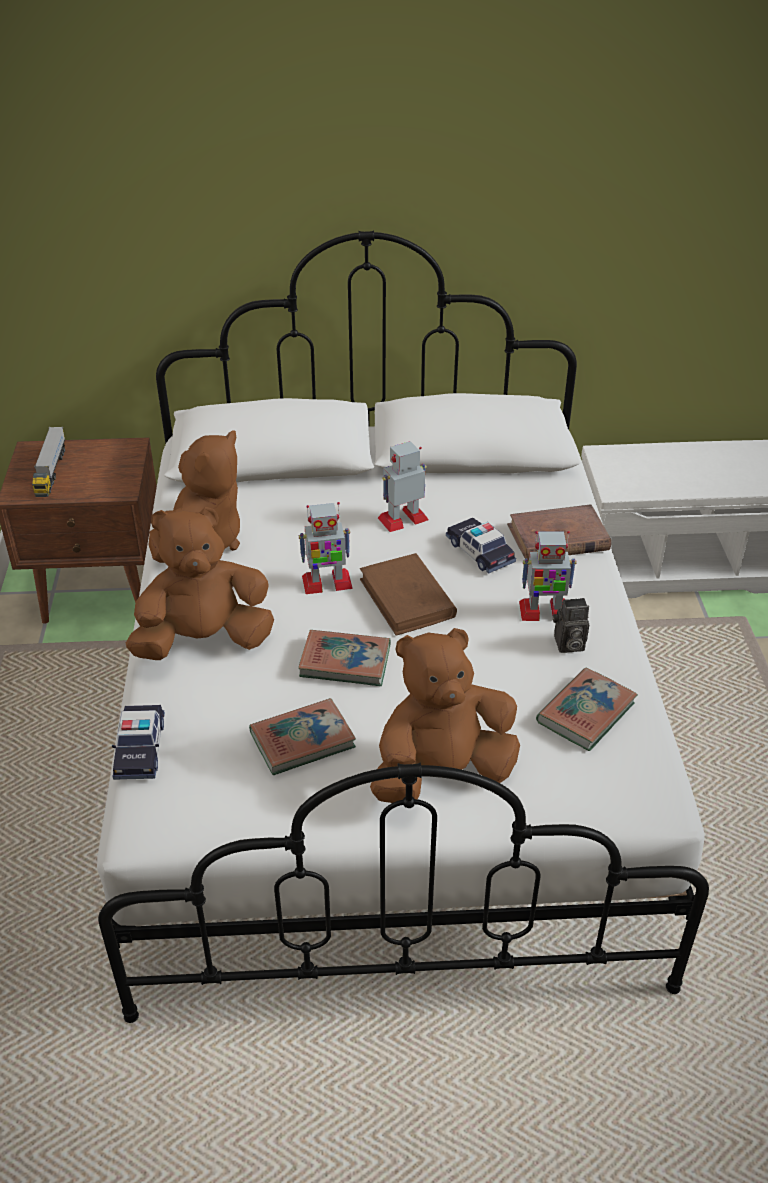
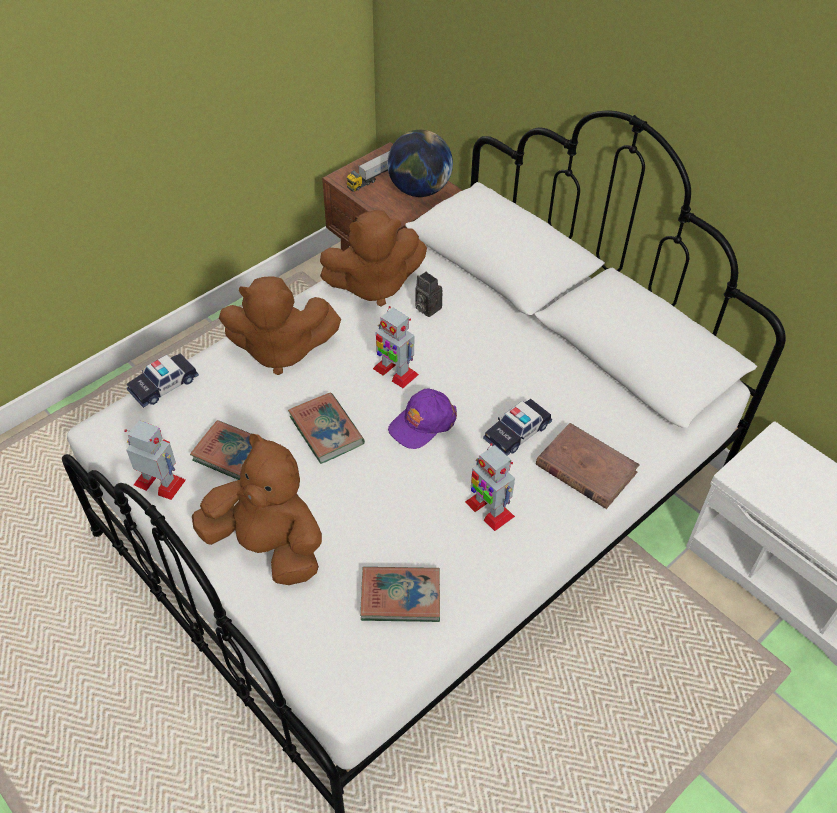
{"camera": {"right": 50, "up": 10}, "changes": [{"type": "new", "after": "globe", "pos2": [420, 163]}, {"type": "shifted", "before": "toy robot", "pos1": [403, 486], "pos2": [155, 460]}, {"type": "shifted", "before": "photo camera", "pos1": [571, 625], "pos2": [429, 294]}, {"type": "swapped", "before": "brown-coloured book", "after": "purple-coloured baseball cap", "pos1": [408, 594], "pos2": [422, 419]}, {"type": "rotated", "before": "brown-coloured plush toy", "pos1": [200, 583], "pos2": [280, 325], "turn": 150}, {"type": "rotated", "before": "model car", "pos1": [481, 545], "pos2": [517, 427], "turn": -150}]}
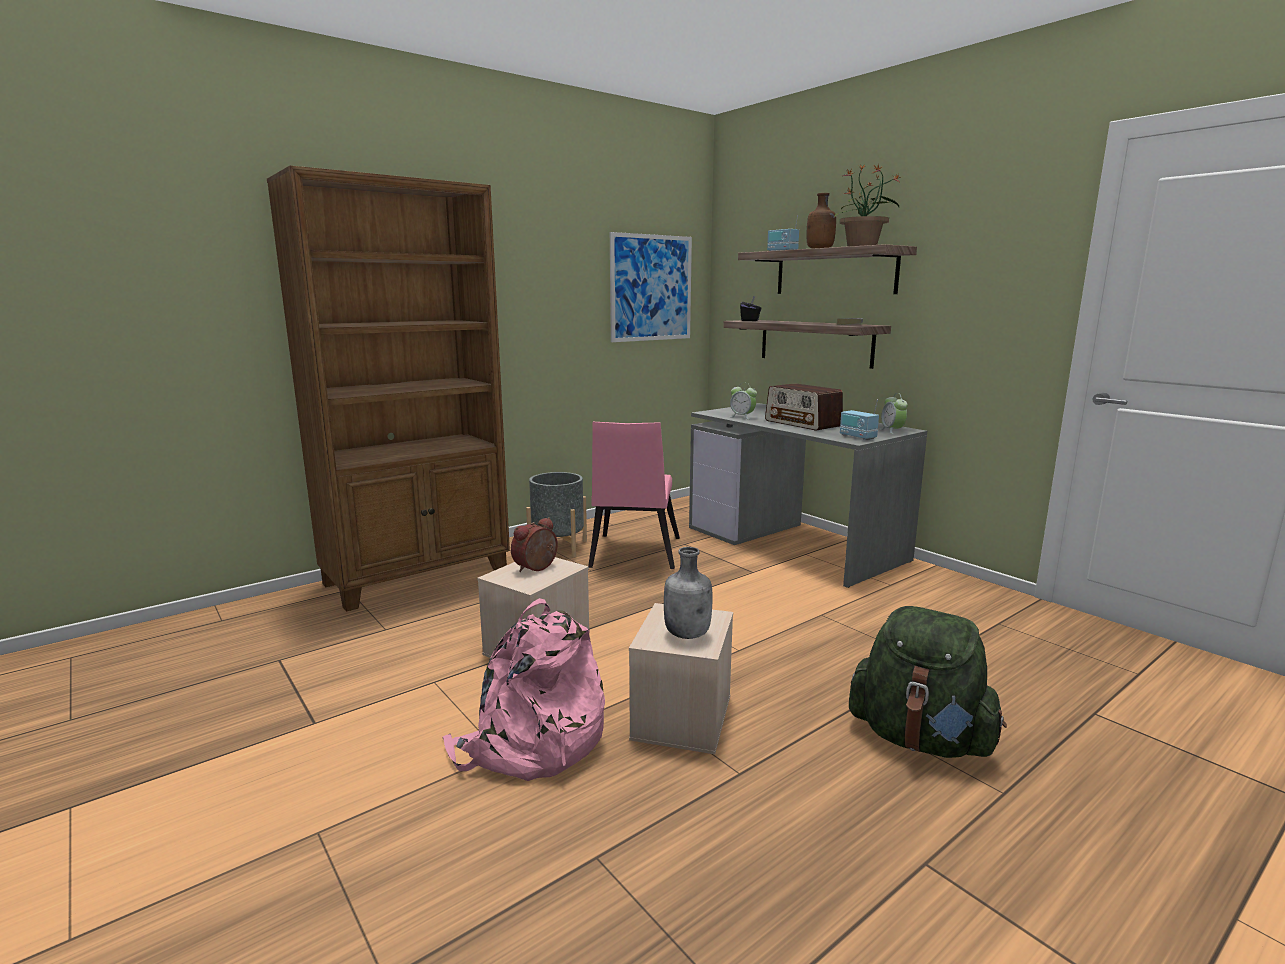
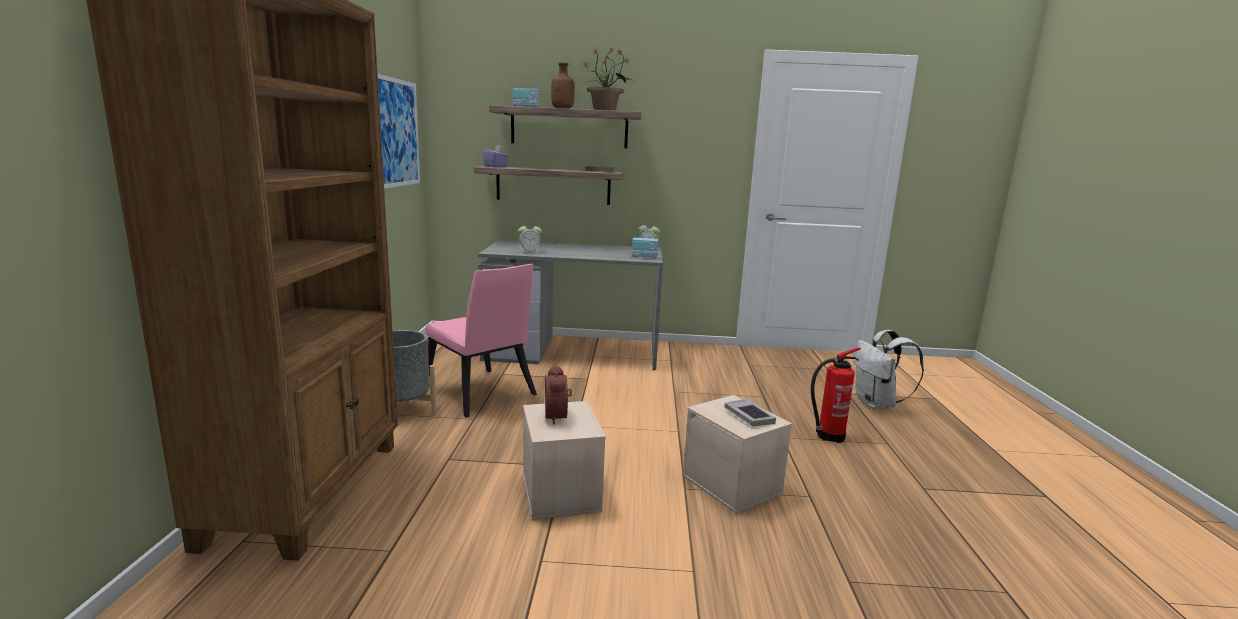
{"camera": {"right": -50, "up": 0}, "changes": [{"type": "gone", "before": "pinkish backpack", "pos1": [524, 689]}, {"type": "gone", "before": "radio set", "pos1": [804, 406]}, {"type": "new", "after": "white-coloured backpack", "pos2": [888, 369]}, {"type": "swapped", "before": "greyish drink bottle", "after": "book", "pos1": [688, 593], "pos2": [750, 412]}, {"type": "swapped", "before": "greenish backpack", "after": "extinguisher", "pos1": [928, 682], "pos2": [836, 395]}, {"type": "repainted", "before": "black tissue holder", "after": "purple-coloured tissue holder", "pos1": [751, 308], "pos2": [496, 156]}]}
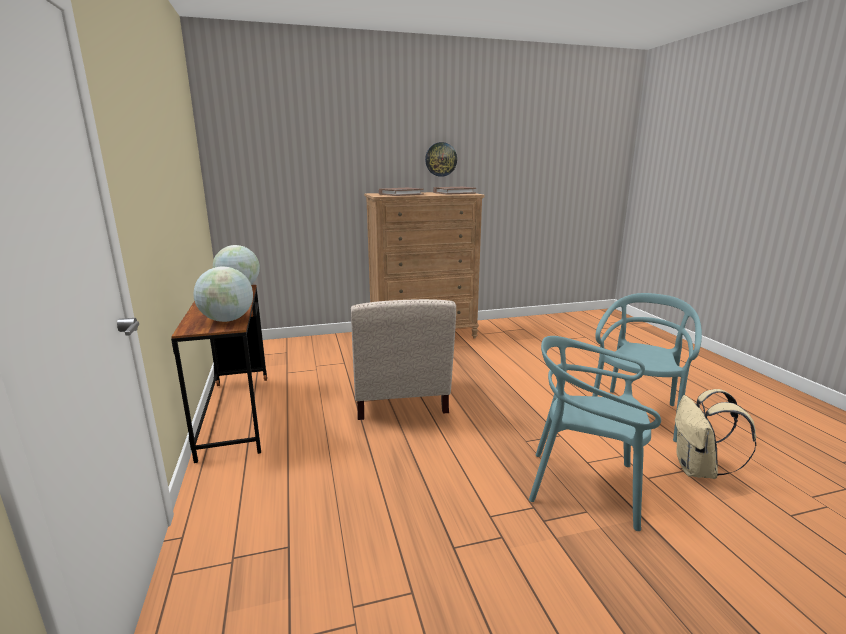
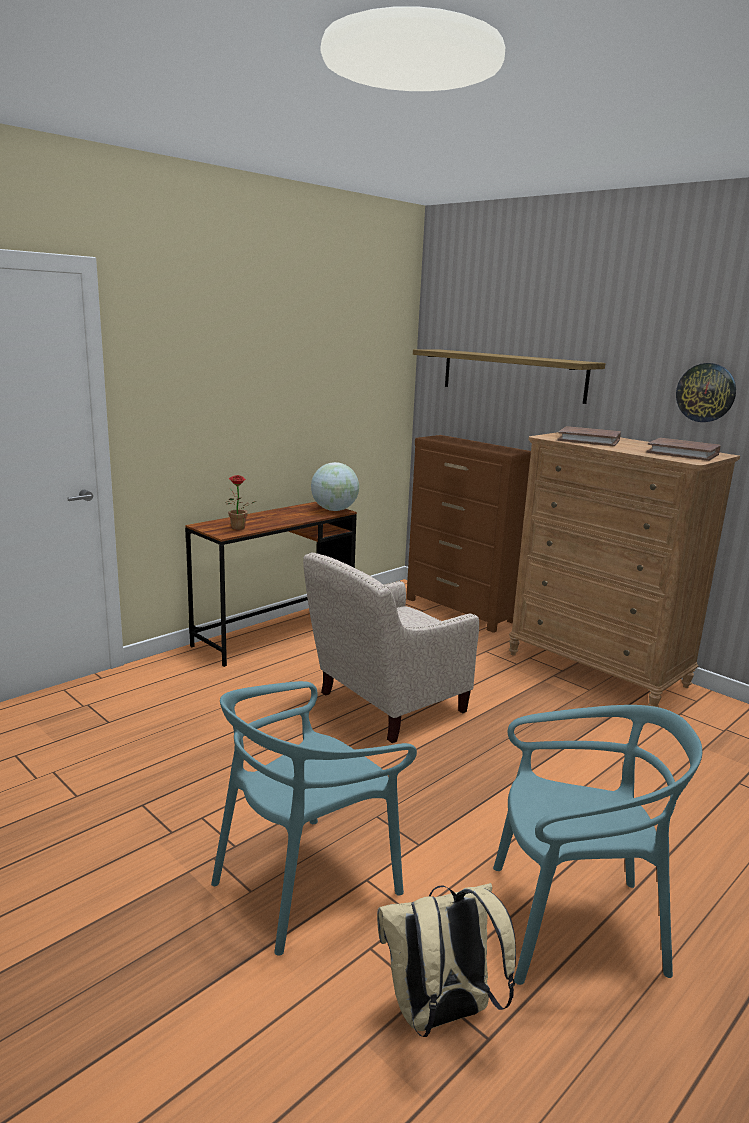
{"camera": {"right": 60, "up": 0}, "changes": [{"type": "new", "after": "brown-coloured dresser", "pos2": [468, 534]}, {"type": "new", "after": "bracket shelf", "pos2": [509, 376]}, {"type": "swapped", "before": "globe", "after": "houseplant", "pos1": [223, 294], "pos2": [240, 502]}, {"type": "rotated", "before": "turquoise-coloured upright chair", "pos1": [595, 433], "pos2": [314, 818], "turn": -120}]}
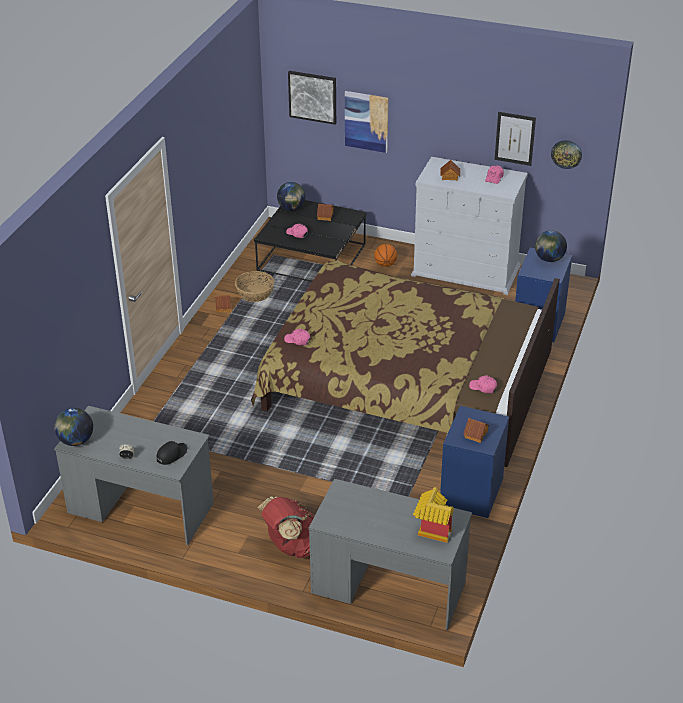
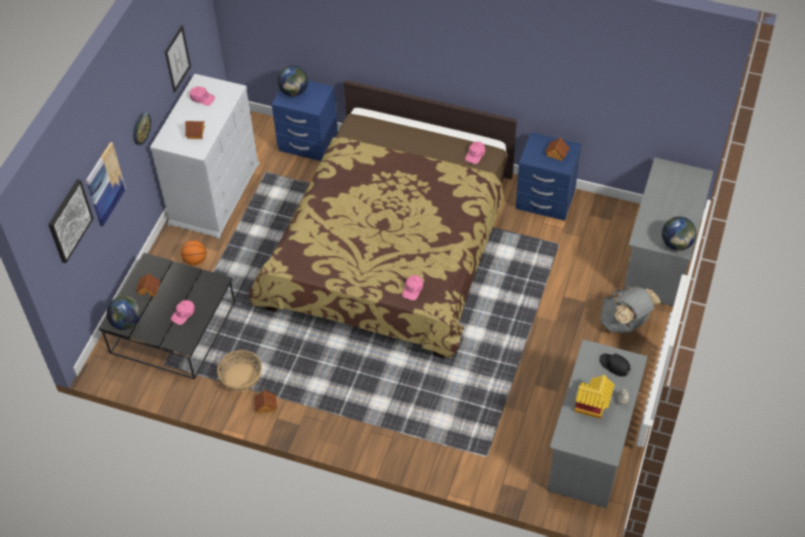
{"camera": {"right": -90, "up": 15}, "changes": [{"type": "shifted", "before": "globe", "pos1": [73, 427], "pos2": [679, 234]}, {"type": "shifted", "before": "miniature house", "pos1": [433, 515], "pos2": [594, 397]}, {"type": "shifted", "before": "wall clock", "pos1": [566, 154], "pos2": [142, 128]}, {"type": "repainted", "before": "red-coloured backpack", "after": "greyish backpack", "pos1": [285, 527], "pos2": [630, 310]}]}
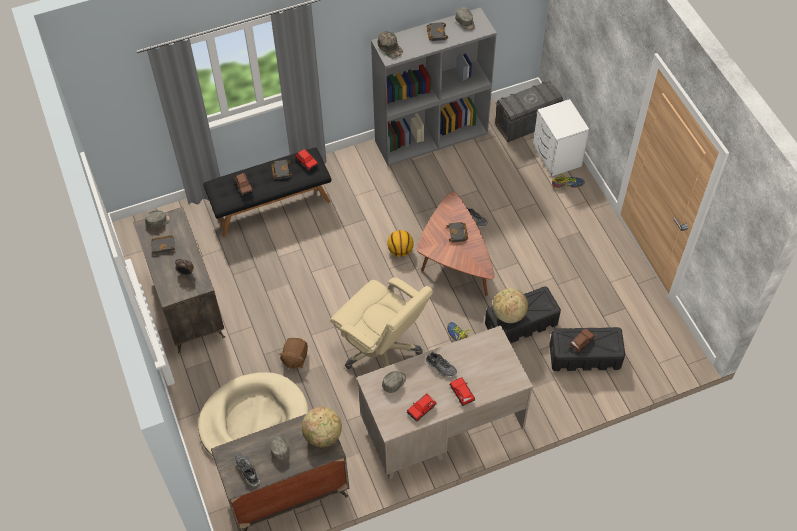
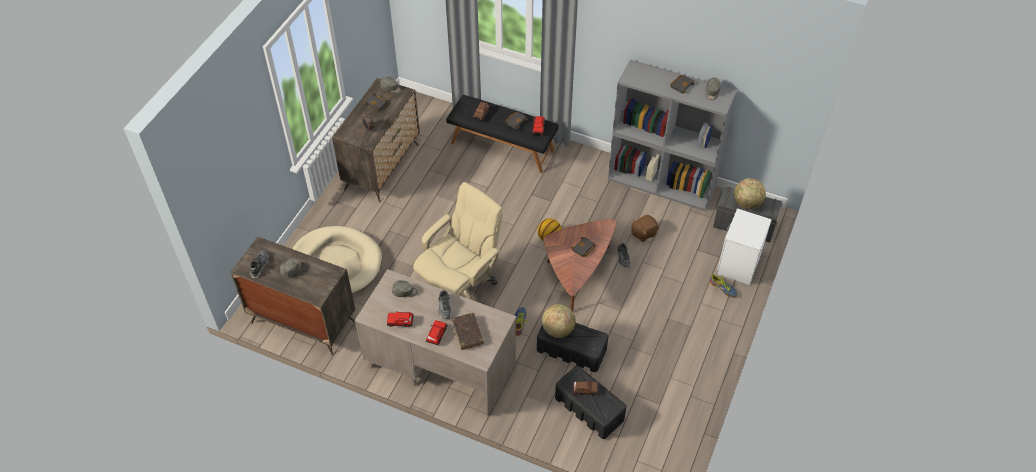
{"camera": {"right": 45, "up": -5}, "changes": [{"type": "gone", "before": "greenish baseball cap", "pos1": [390, 44]}, {"type": "new", "after": "brown-coloured book", "pos2": [468, 331]}, {"type": "shifted", "before": "brown-coloured plush toy", "pos1": [293, 353], "pos2": [645, 228]}, {"type": "shifted", "before": "globe", "pos1": [322, 427], "pos2": [750, 193]}, {"type": "rotated", "before": "beige-coloured desk chair", "pos1": [381, 323], "pos2": [458, 241], "turn": -135}]}
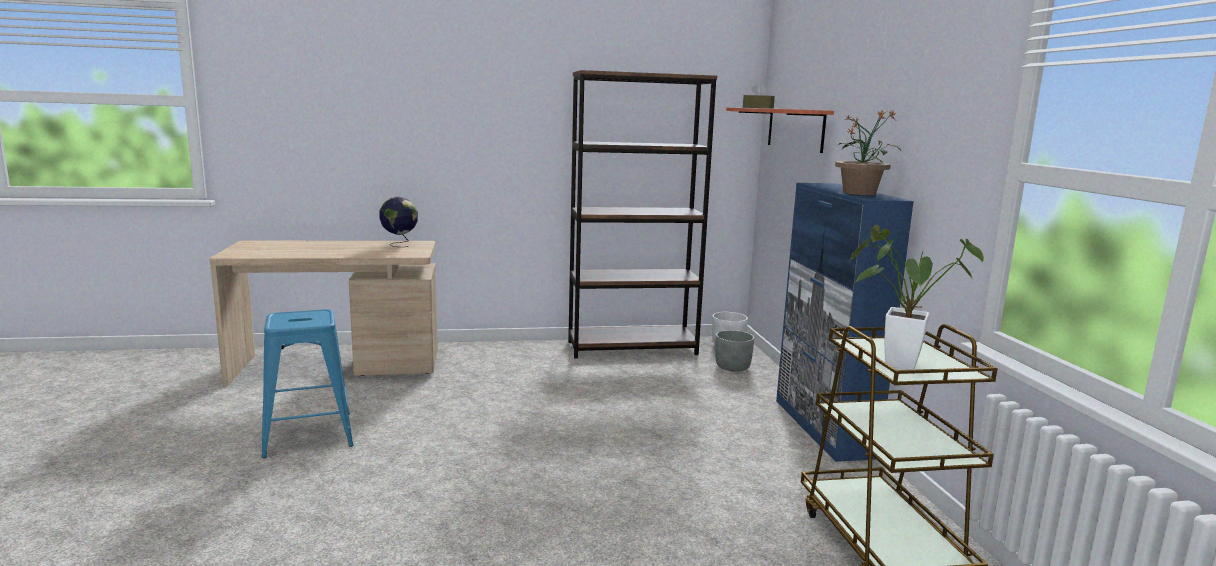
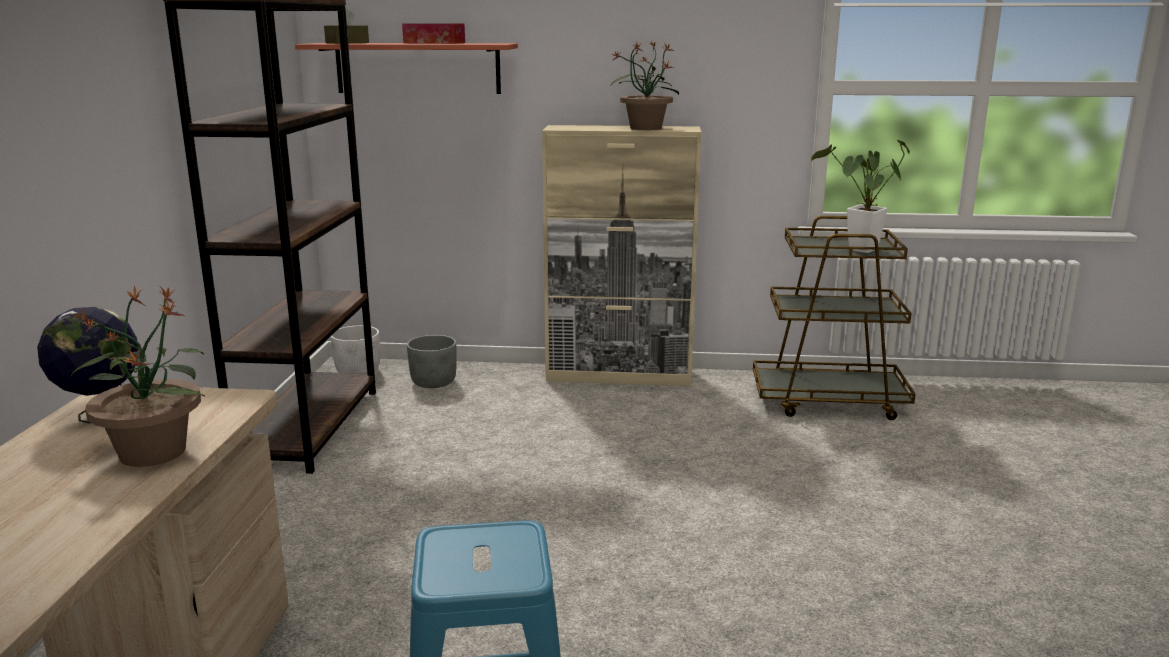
{"camera": {"right": -75, "up": 5}, "changes": [{"type": "new", "after": "houseplant", "pos2": [136, 376]}, {"type": "new", "after": "tissue holder", "pos2": [433, 33]}, {"type": "repainted", "before": "blue cupboard", "after": "beige-coloured cupboard", "pos1": [845, 322], "pos2": [621, 255]}]}
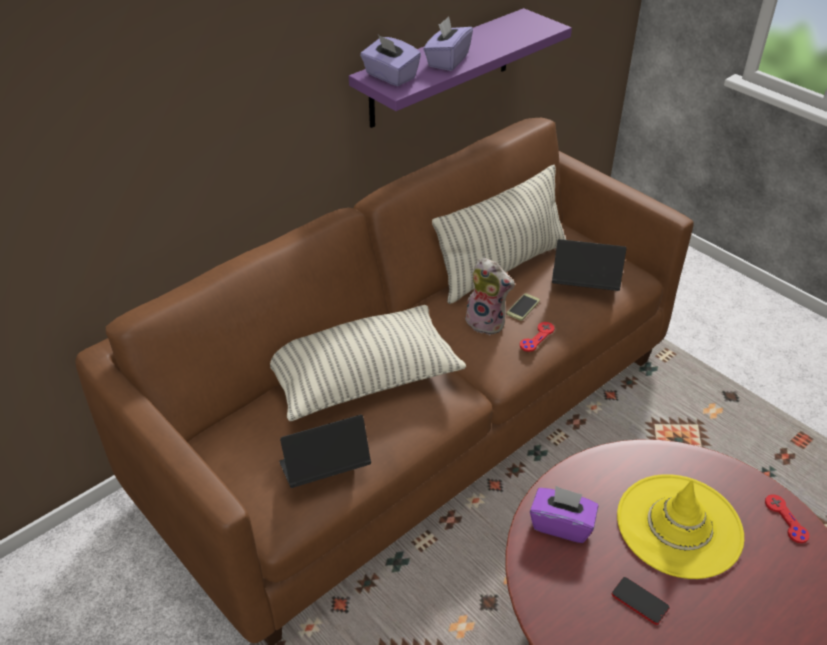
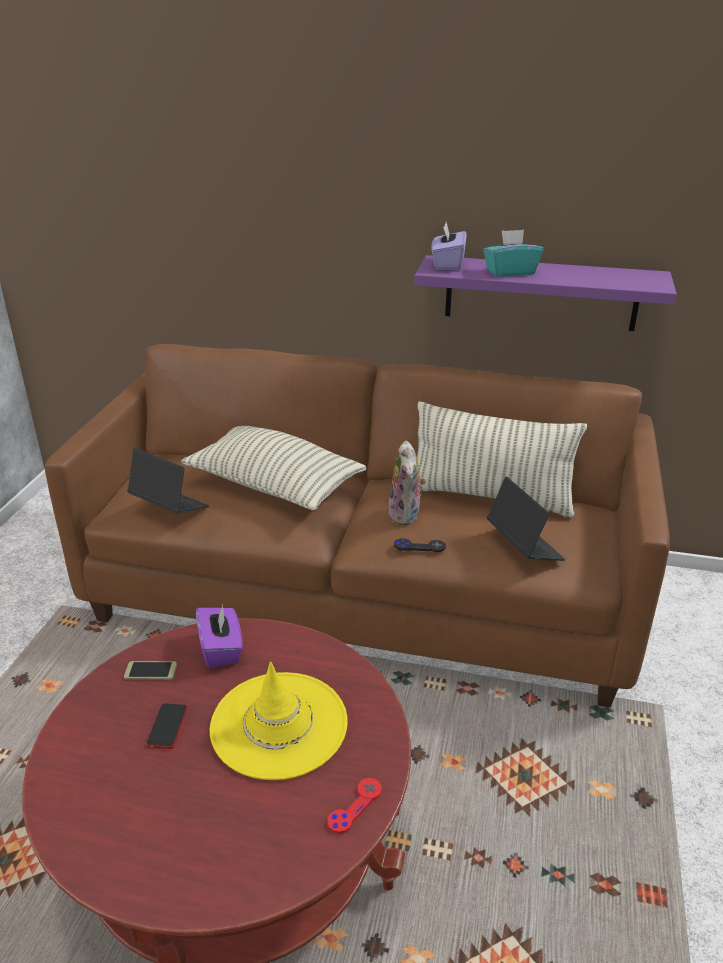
{"camera": {"right": 55, "up": -10}, "changes": [{"type": "shifted", "before": "phone", "pos1": [523, 307], "pos2": [150, 670]}, {"type": "repainted", "before": "purple-coloured tissue holder", "after": "turquoise-coloured tissue holder", "pos1": [448, 43], "pos2": [513, 253]}, {"type": "repainted", "before": "red-coloured game controller", "after": "black game controller", "pos1": [537, 337], "pos2": [420, 545]}]}
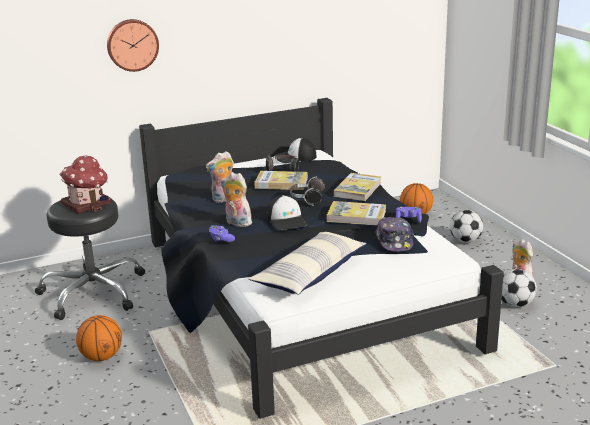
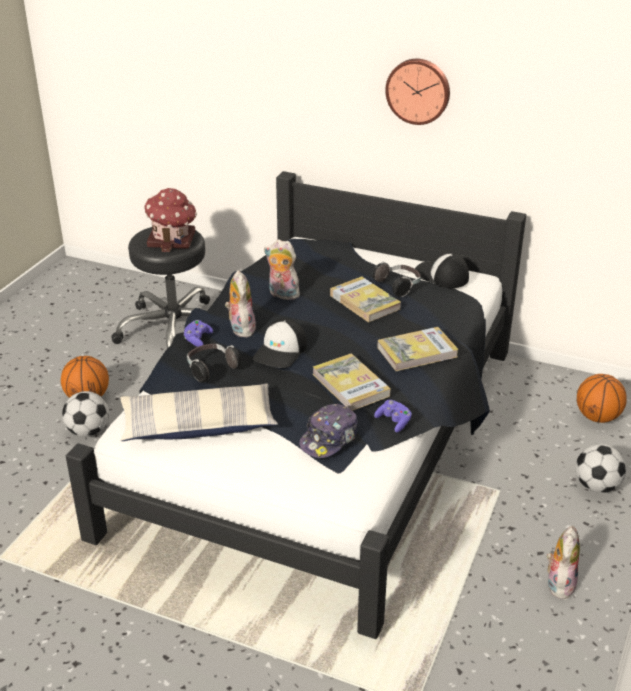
{"camera": {"right": 45, "up": 10}, "changes": [{"type": "shifted", "before": "wall clock", "pos1": [133, 45], "pos2": [417, 92]}, {"type": "shifted", "before": "pair of headphones", "pos1": [307, 191], "pos2": [214, 363]}, {"type": "shifted", "before": "football ball", "pos1": [519, 288], "pos2": [85, 414]}]}
